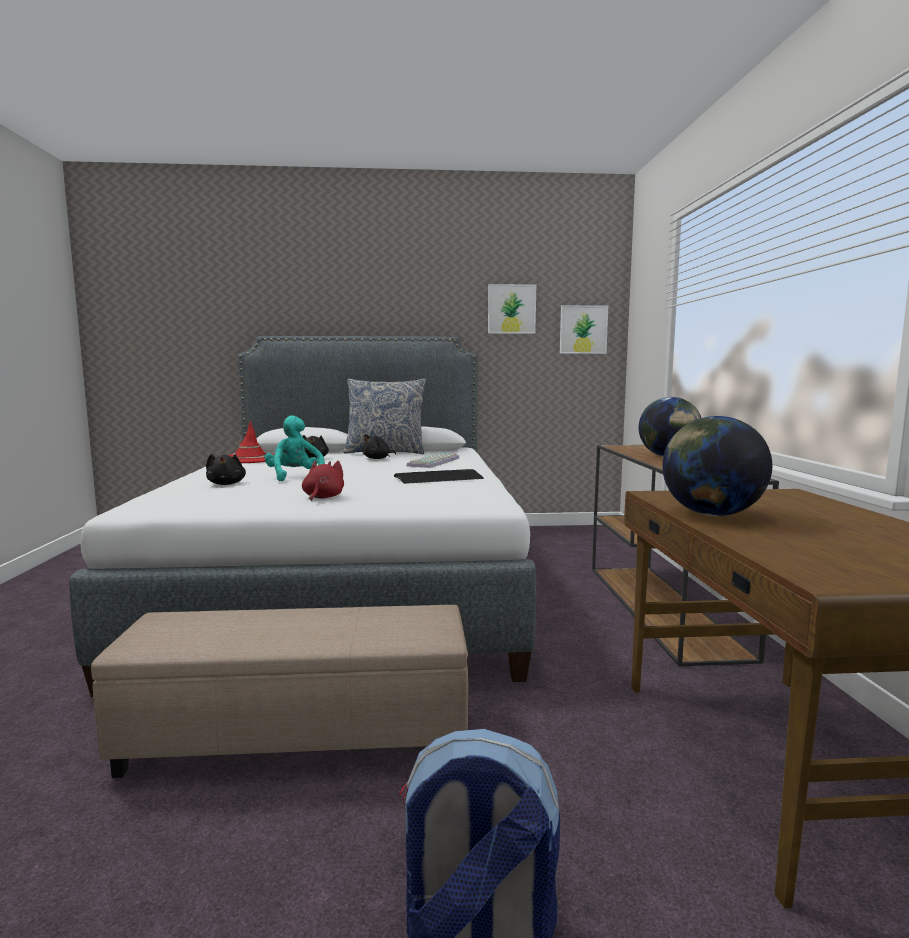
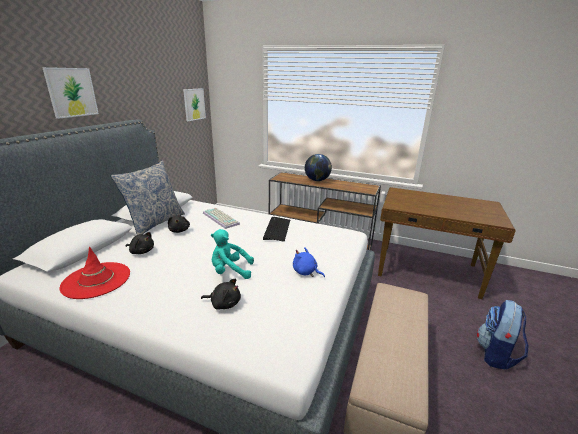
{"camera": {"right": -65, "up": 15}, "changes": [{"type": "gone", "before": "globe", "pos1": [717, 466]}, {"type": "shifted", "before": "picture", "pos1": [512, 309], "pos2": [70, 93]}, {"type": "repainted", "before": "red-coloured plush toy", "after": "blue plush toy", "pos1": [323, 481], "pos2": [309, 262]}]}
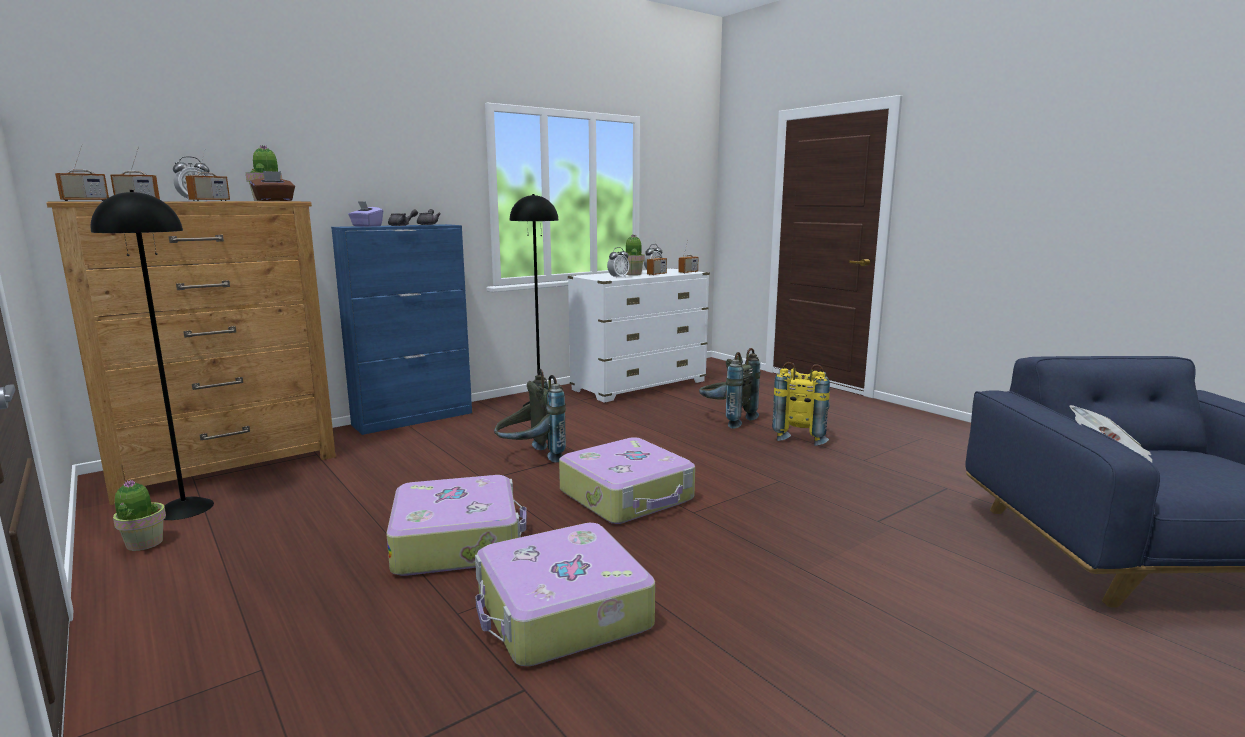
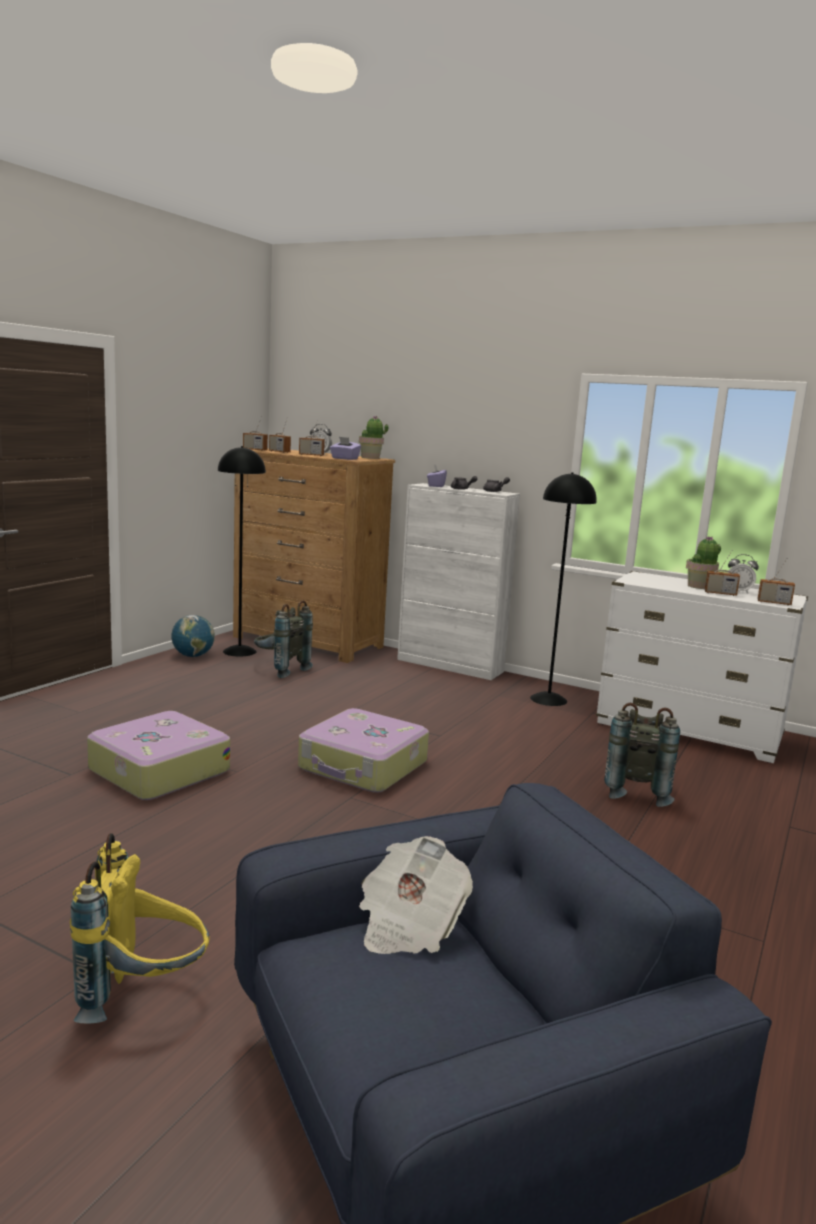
{"camera": {"right": 65, "up": 0}, "changes": [{"type": "gone", "before": "piece of luggage", "pos1": [456, 525]}, {"type": "gone", "before": "bedside clock", "pos1": [618, 263]}, {"type": "shifted", "before": "greyish backpack", "pos1": [530, 415], "pos2": [283, 639]}, {"type": "shifted", "before": "yellowish backpack", "pos1": [801, 404], "pos2": [139, 928]}, {"type": "swapped", "before": "houseplant", "after": "globe", "pos1": [139, 515], "pos2": [193, 636]}, {"type": "repainted", "before": "brown-coloured tissue holder", "after": "purple-coloured tissue holder", "pos1": [272, 186], "pos2": [345, 448]}, {"type": "repainted", "before": "blue cupboard", "after": "white-coloured cupboard", "pos1": [401, 329], "pos2": [458, 581]}]}
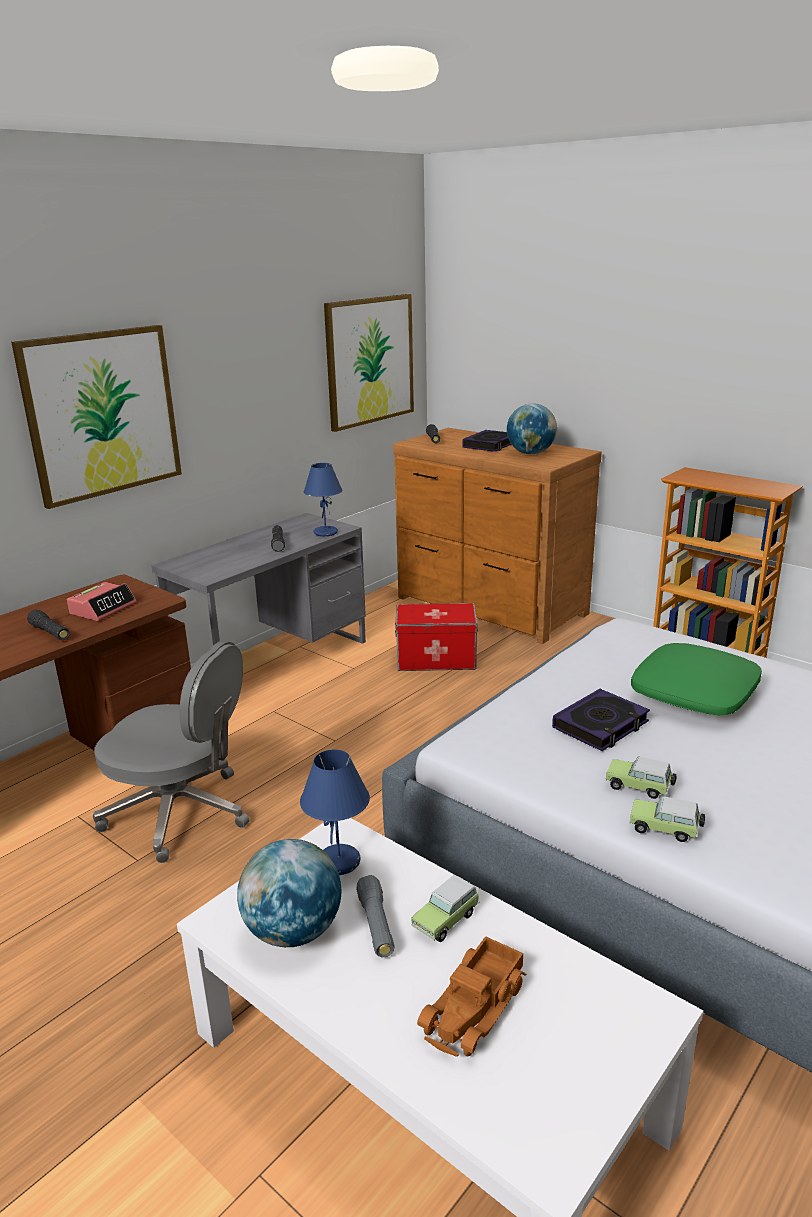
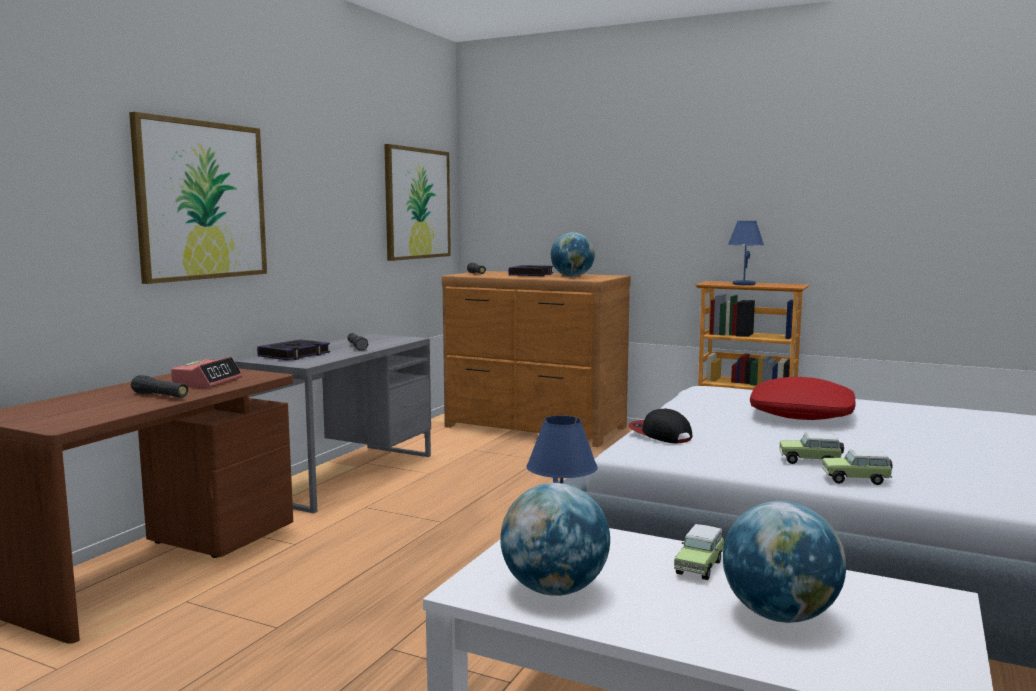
{"camera": {"right": -15, "up": -15}, "changes": [{"type": "gone", "before": "greyish desk chair", "pos1": [171, 752]}, {"type": "gone", "before": "greyish hand torch", "pos1": [375, 916]}, {"type": "gone", "before": "storage box", "pos1": [436, 637]}, {"type": "new", "after": "baseball cap", "pos2": [660, 426]}, {"type": "shifted", "before": "blue tabletop lamp", "pos1": [323, 499], "pos2": [746, 253]}, {"type": "shifted", "before": "book", "pos1": [601, 720], "pos2": [293, 349]}, {"type": "swapped", "before": "toy lorry", "after": "globe", "pos1": [471, 996], "pos2": [784, 562]}, {"type": "repainted", "before": "greenish pillow", "after": "red-coloured pillow", "pos1": [696, 679], "pos2": [803, 398]}]}
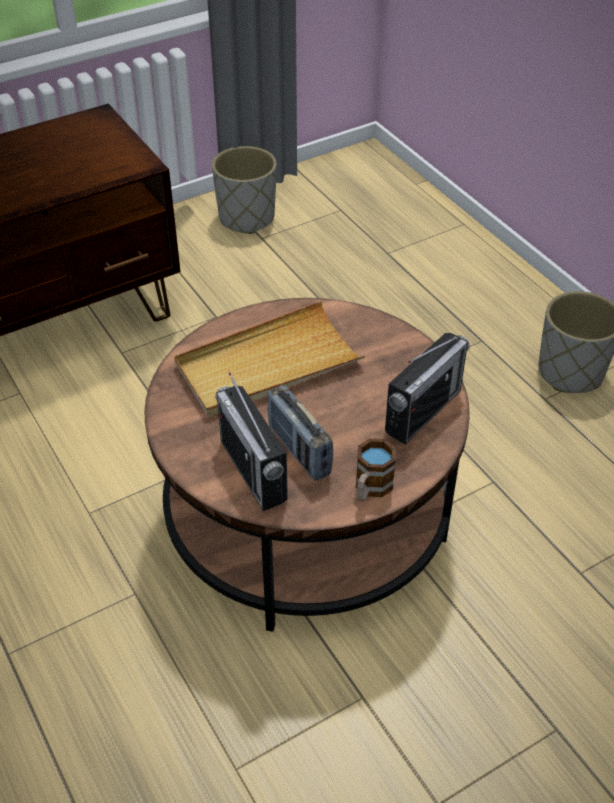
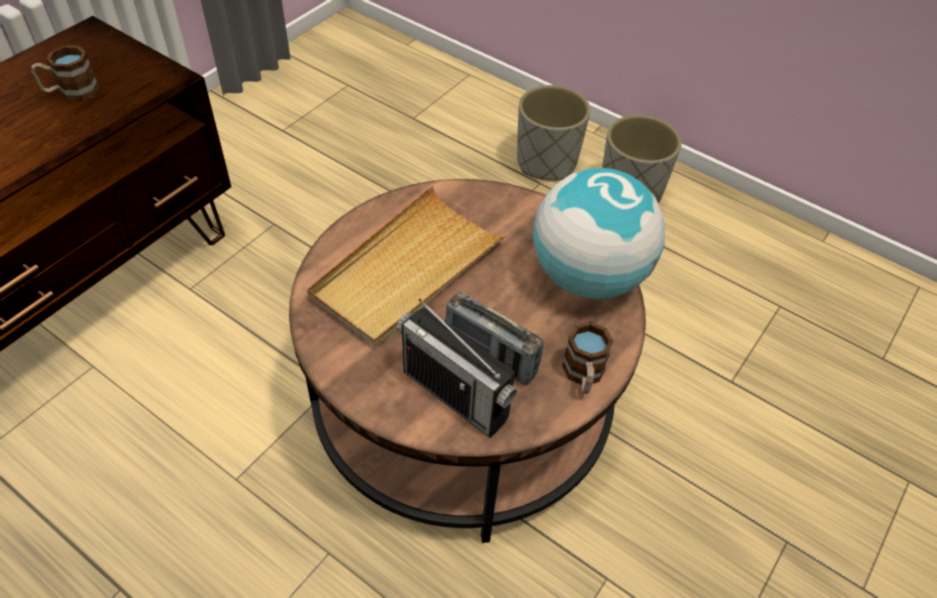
{"camera": {"right": -25, "up": 5}, "changes": [{"type": "new", "after": "mug", "pos2": [65, 73]}, {"type": "shifted", "before": "greyish planter", "pos1": [244, 190], "pos2": [553, 133]}, {"type": "swapped", "before": "radio set", "after": "globe", "pos1": [427, 388], "pos2": [599, 233]}]}
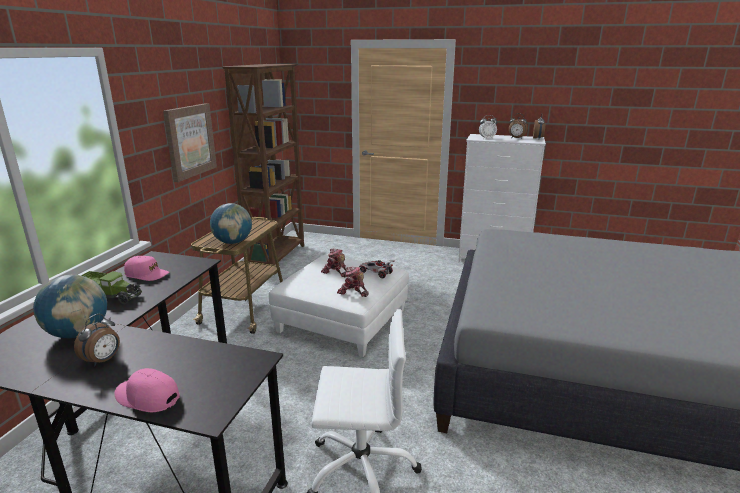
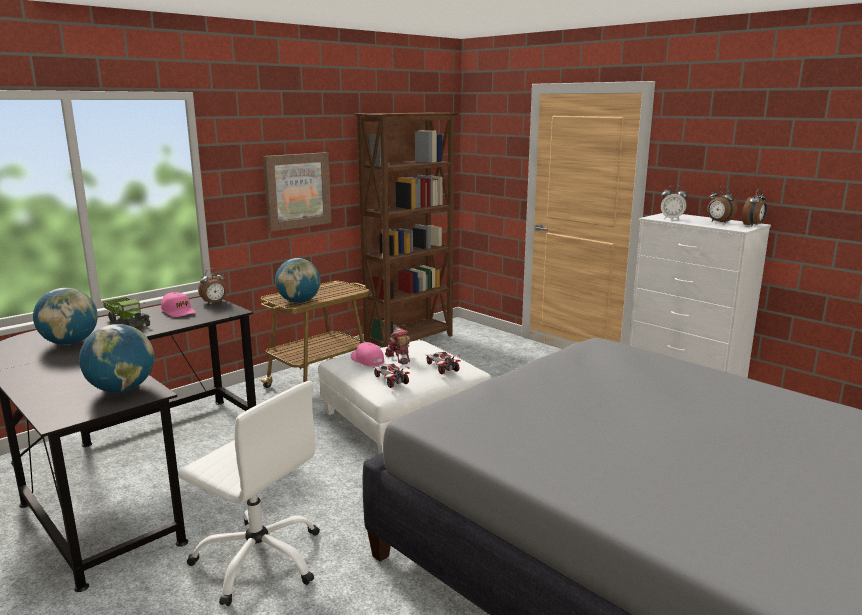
{"camera": {"right": 30, "up": -5}, "changes": [{"type": "new", "after": "globe", "pos2": [116, 358]}, {"type": "shifted", "before": "bedside clock", "pos1": [97, 340], "pos2": [212, 286]}, {"type": "shifted", "before": "pinkish baseball cap", "pos1": [147, 390], "pos2": [367, 354]}, {"type": "swapped", "before": "toy robot", "after": "model car", "pos1": [353, 282], "pos2": [391, 376]}]}
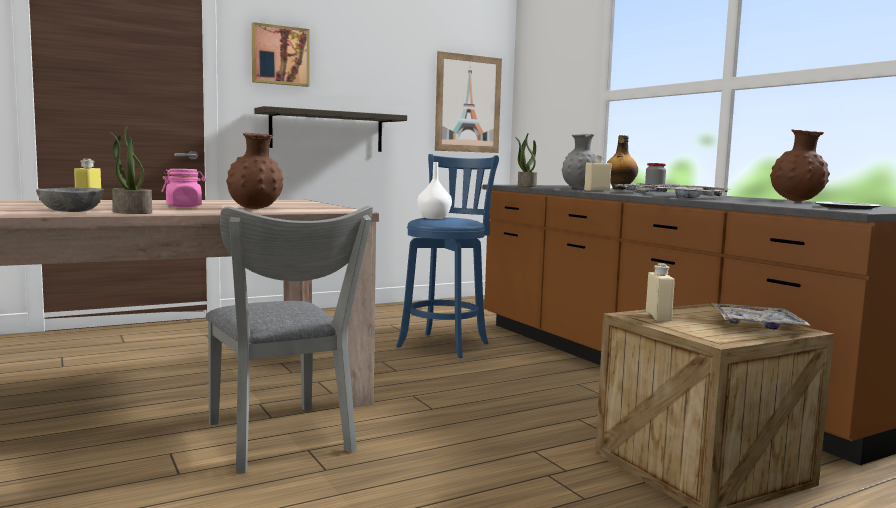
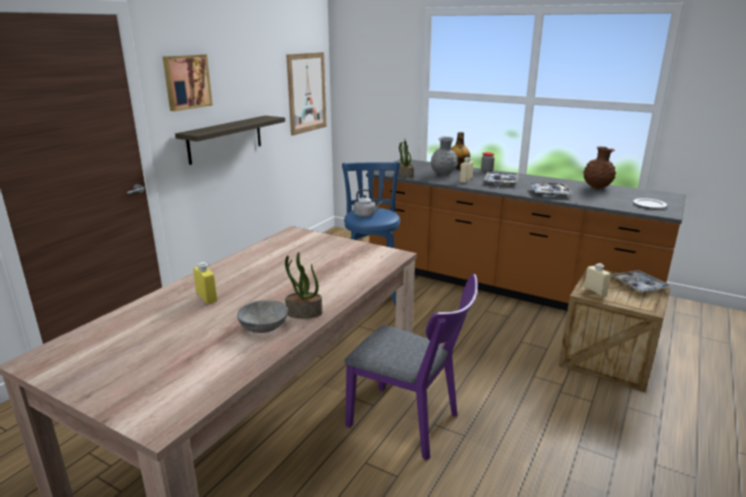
{"camera": {"right": -30, "up": 15}, "changes": [{"type": "gone", "before": "pinkish storage jar", "pos1": [184, 188]}, {"type": "gone", "before": "brown-coloured vase", "pos1": [254, 171]}, {"type": "swapped", "before": "white-coloured vase", "after": "greyish kettle", "pos1": [435, 190], "pos2": [368, 203]}, {"type": "repainted", "before": "greyish upright chair", "after": "purple-coloured upright chair", "pos1": [289, 339], "pos2": [411, 367]}]}
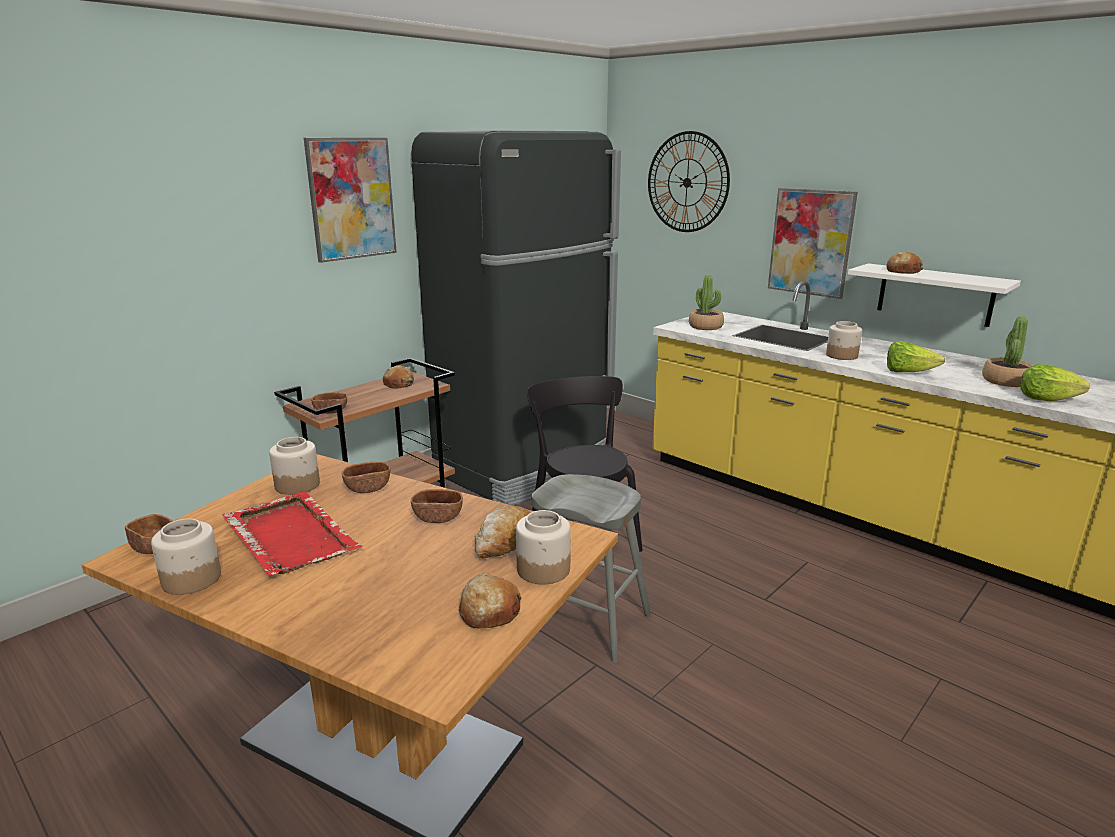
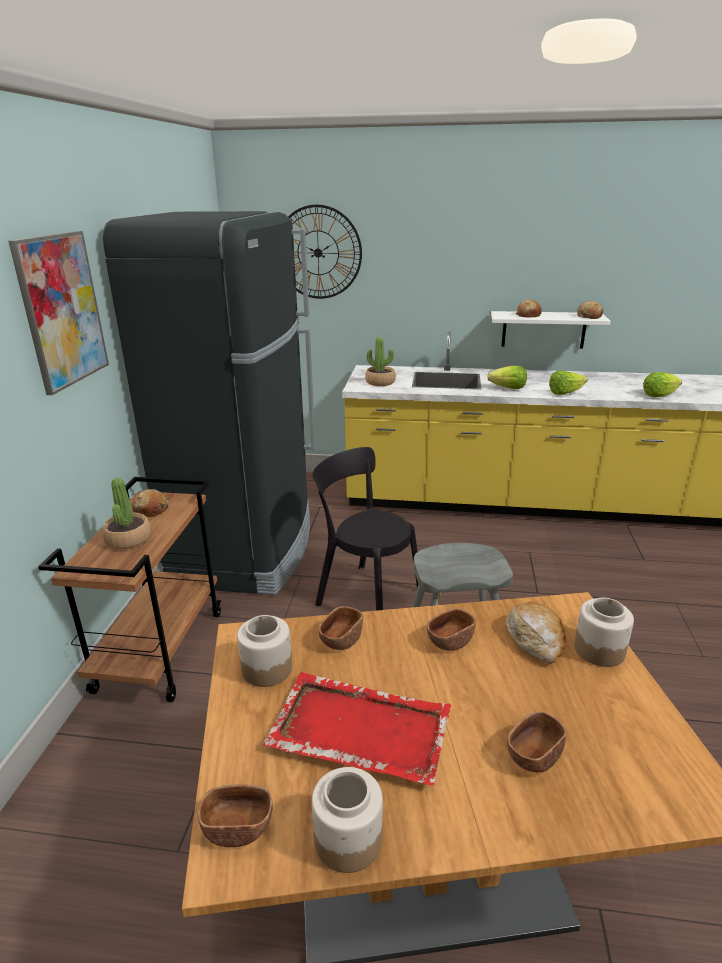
{"camera": {"right": -35, "up": 5}, "changes": [{"type": "gone", "before": "picture", "pos1": [813, 243]}, {"type": "shifted", "before": "brown-coloured bowl", "pos1": [329, 403], "pos2": [537, 741]}, {"type": "shifted", "before": "bakery bread", "pos1": [489, 601], "pos2": [590, 310]}, {"type": "shifted", "before": "houseplant", "pos1": [1007, 351], "pos2": [126, 513]}, {"type": "swapped", "before": "storage jar", "after": "head of lettuce", "pos1": [844, 340], "pos2": [507, 377]}]}
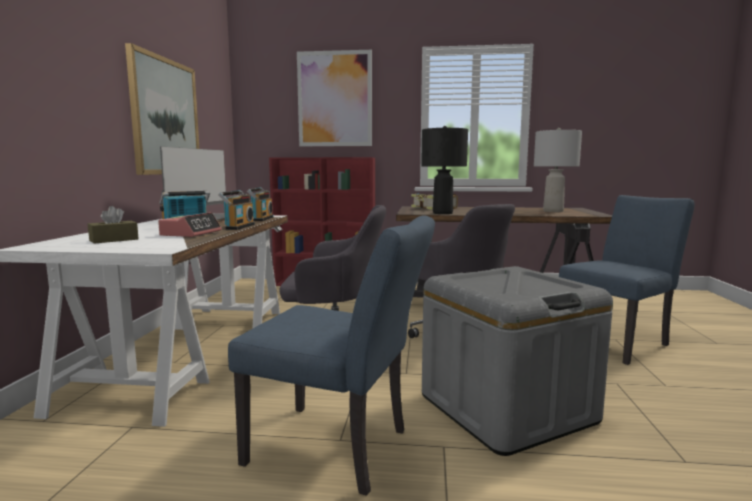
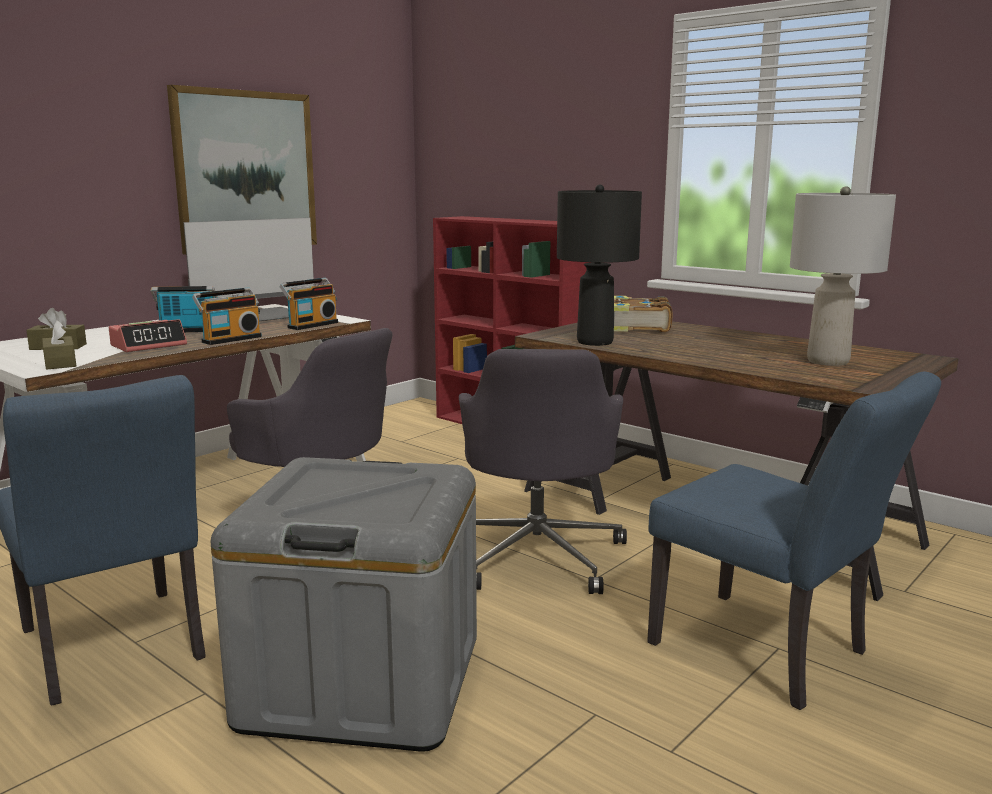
{"camera": {"right": 35, "up": 5}, "changes": [{"type": "gone", "before": "picture", "pos1": [334, 98]}, {"type": "new", "after": "brown-coloured tissue holder", "pos2": [59, 344]}, {"type": "rotated", "before": "blue upright chair", "pos1": [627, 280], "pos2": [794, 540], "turn": 45}]}
